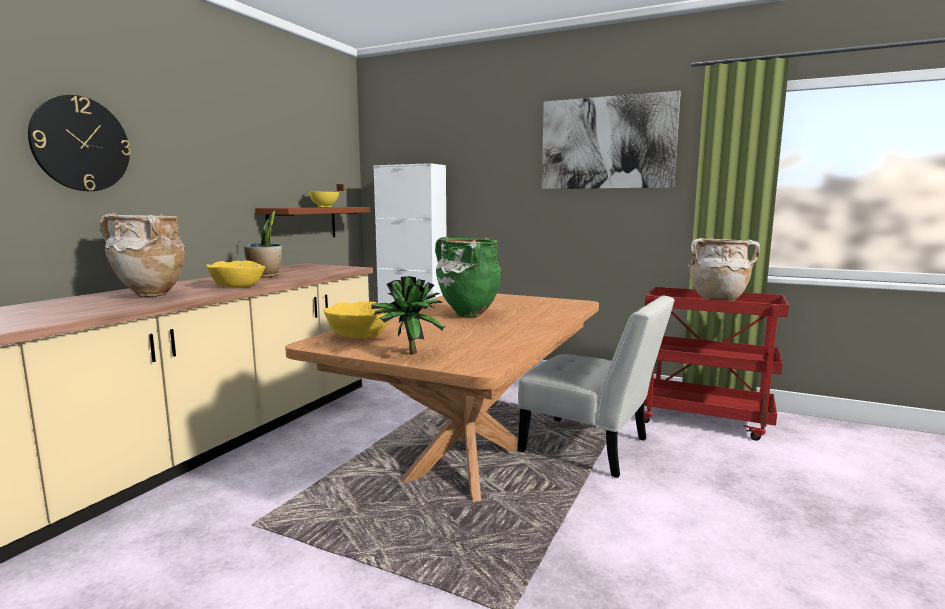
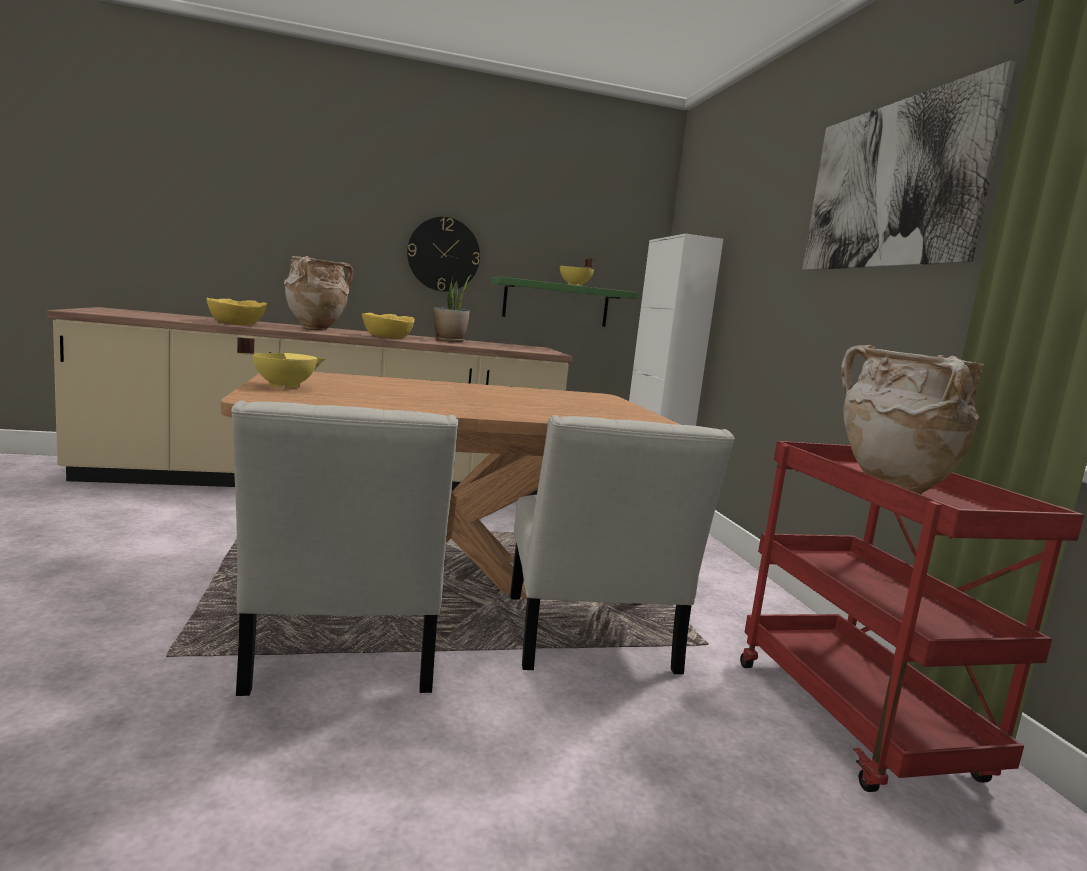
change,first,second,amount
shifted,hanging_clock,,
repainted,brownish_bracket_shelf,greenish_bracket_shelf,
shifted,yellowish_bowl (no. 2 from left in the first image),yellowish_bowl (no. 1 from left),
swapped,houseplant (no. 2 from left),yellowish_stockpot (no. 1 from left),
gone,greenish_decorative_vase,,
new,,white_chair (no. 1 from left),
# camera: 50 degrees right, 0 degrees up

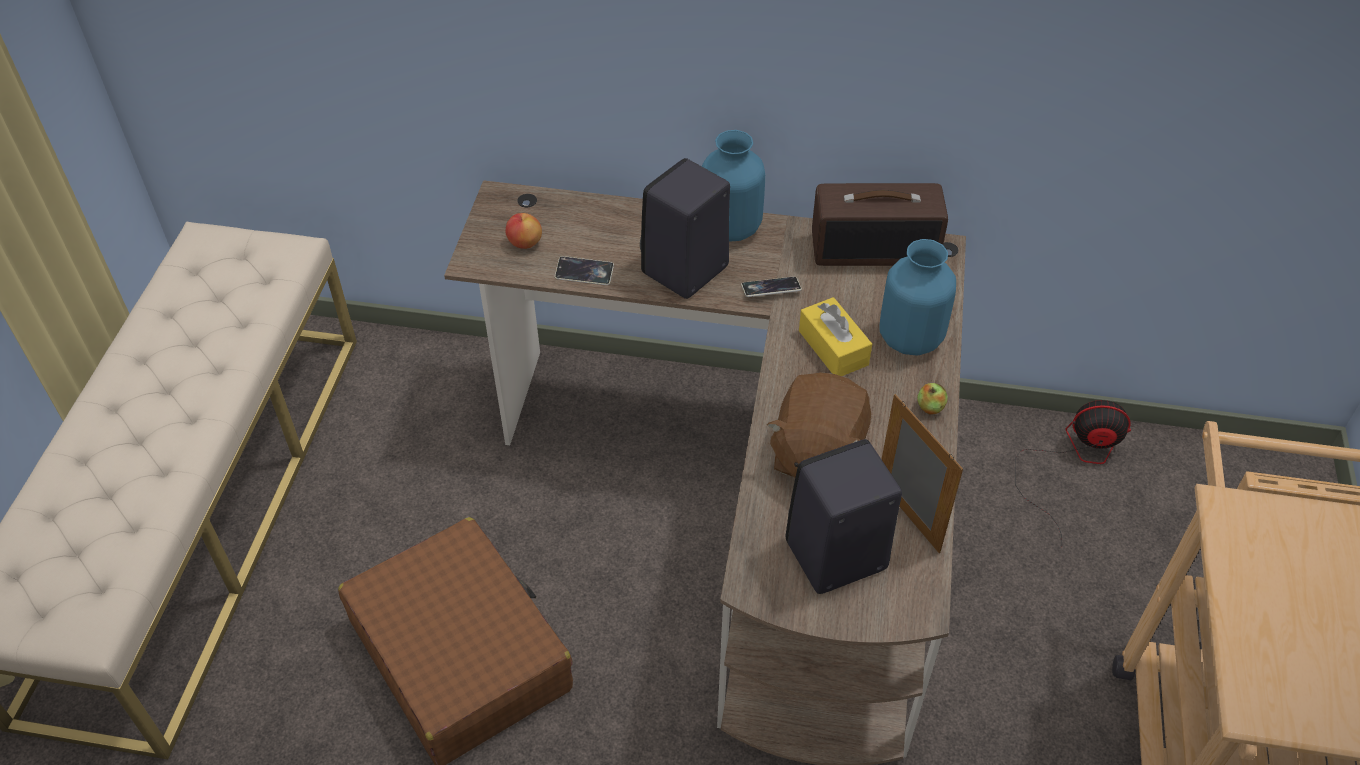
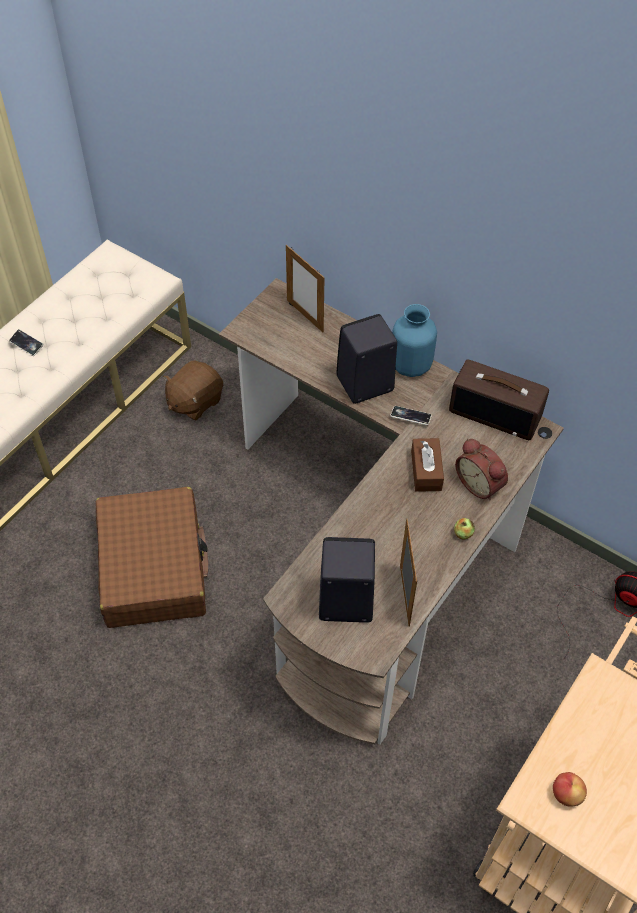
change,first,second,amount
shifted,apple (no. 1 from left in the first image),apple (no. 2 from left),
shifted,phone (no. 1 from left),,
shifted,brownish_soft_toy,,
repainted,yellowish_tissue_box,brownish_tissue_box,
swapped,blue_decorative_vase (no. 2 from left),alarm_clock,
new,,picture_frame (no. 1 from left),
# camera: 25 degrees right, 5 degrees up

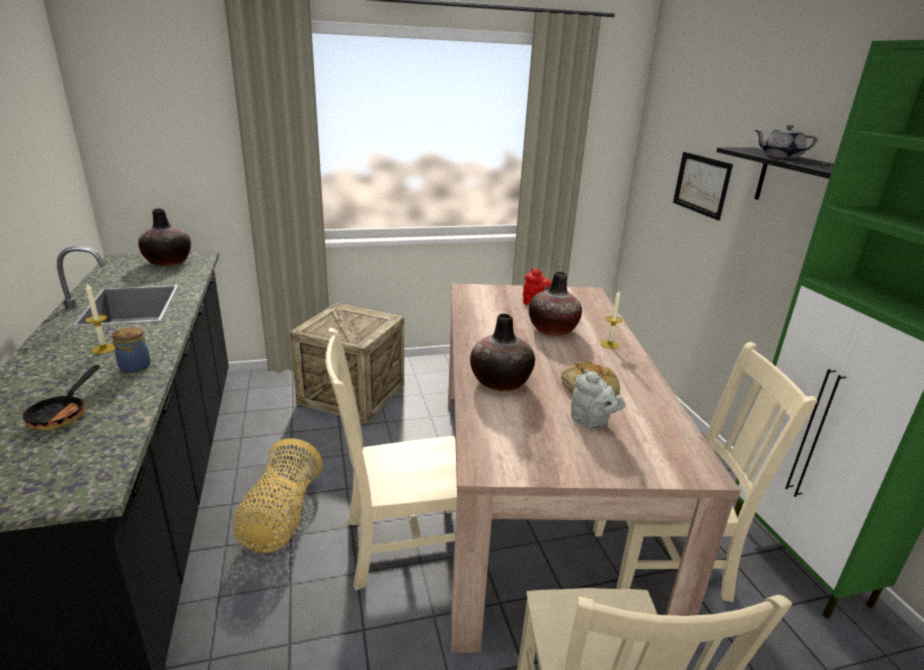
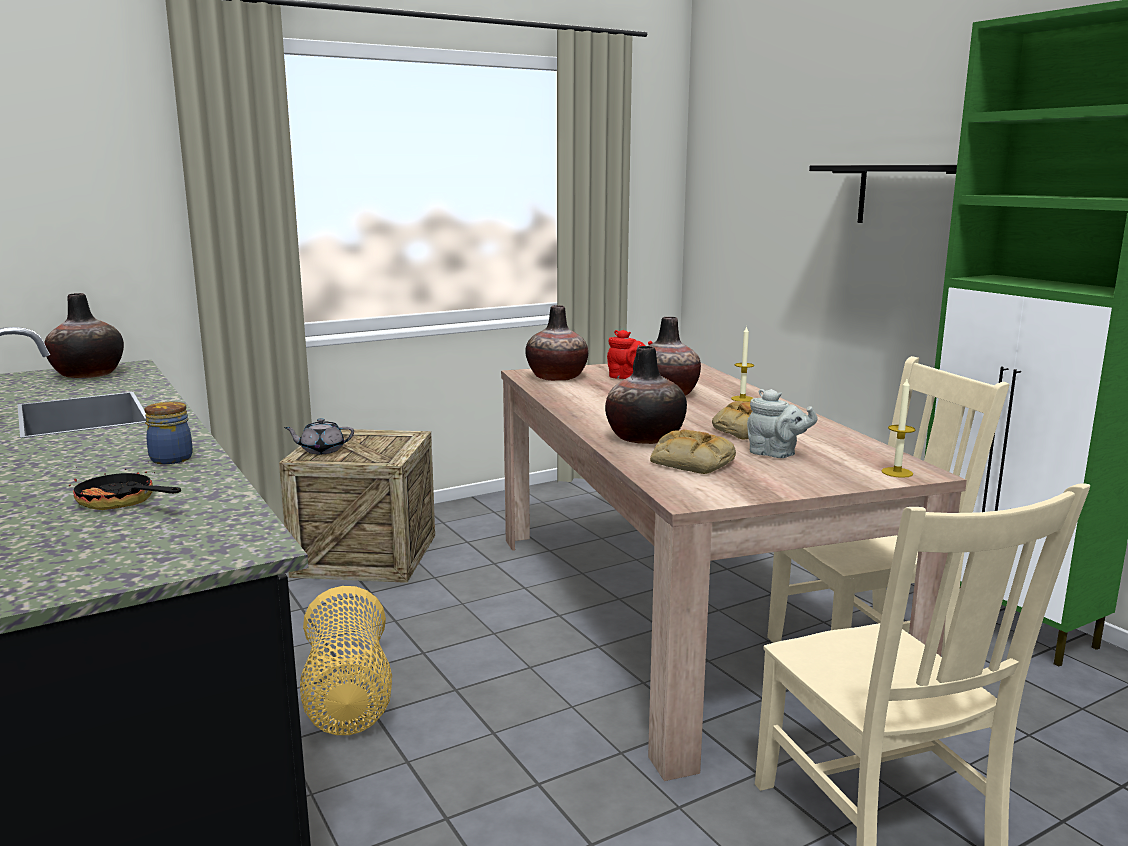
change,first,second,amount
rotated,skillet,,135 degrees clockwise
shifted,candle (no. 1 from left in the first image),candle (no. 2 from left),
gone,sand-coloured_chair (no. 1 from left),,
gone,picture,,
shifted,greyish_tea_pot (no. 2 from left in the first image),greyish_tea_pot (no. 1 from left),
new,,decorative_vase (no. 2 from left),
new,,bakery_bread (no. 1 from left),
# camera: 15 degrees left, 10 degrees down

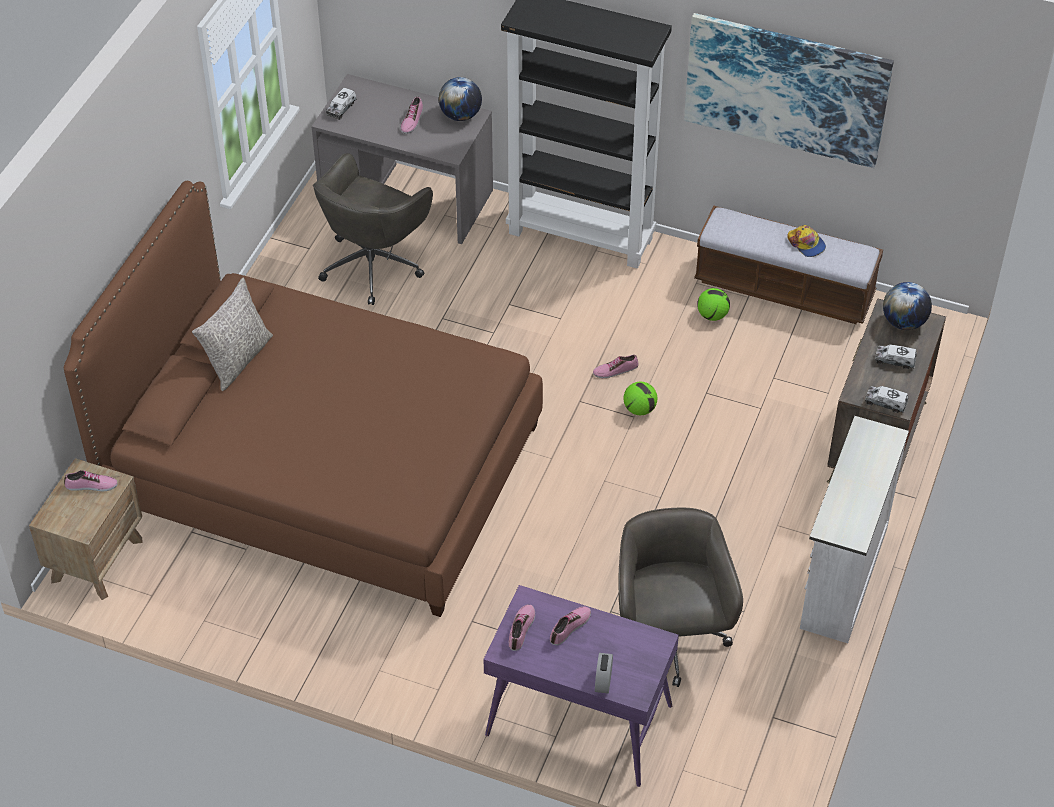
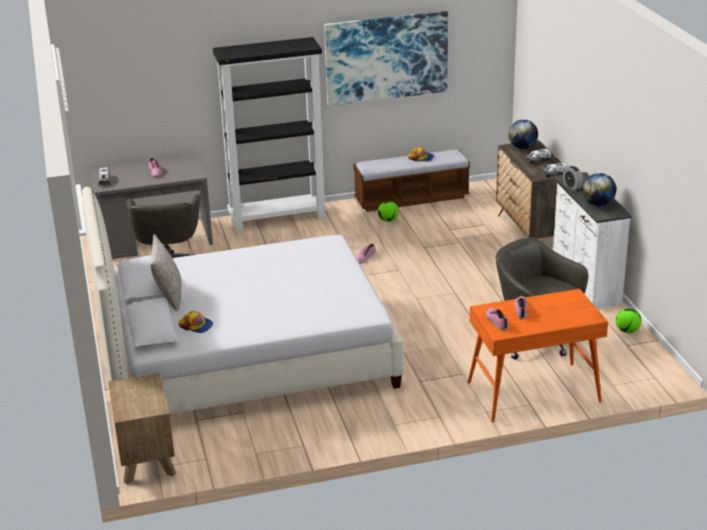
change,first,second,amount
repainted,brownish_sleeping_bed,white_sleeping_bed,
gone,low_shoe (no. 1 from left),,
shifted,world_globe (no. 1 from left in the first image),world_globe (no. 2 from left),
repainted,purplish_desk_unit,orange-coloured_desk_unit,
shifted,alarm_clock,,
shifted,ball_for_football (no. 1 from left in the first image),ball_for_football (no. 2 from left),
new,,cap (no. 1 from left),
# camera: 35 degrees left, 20 degrees down

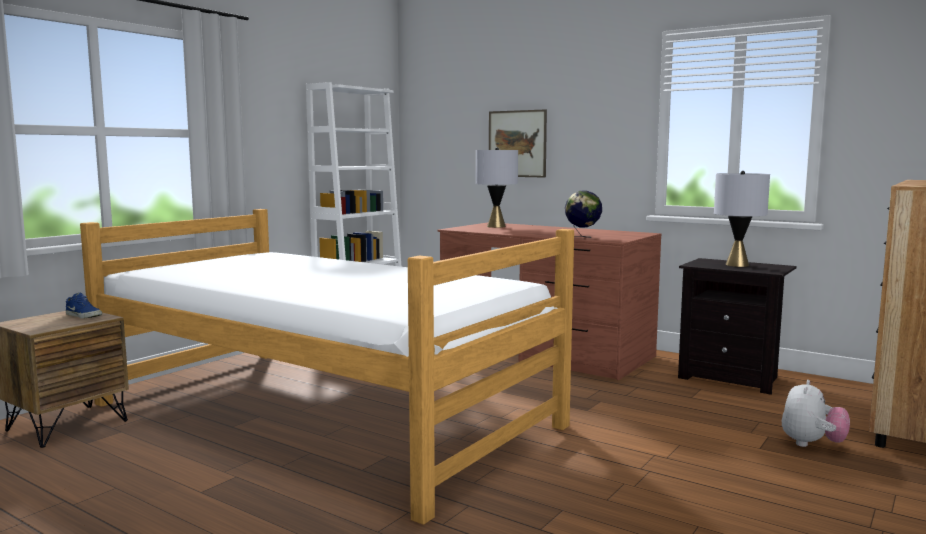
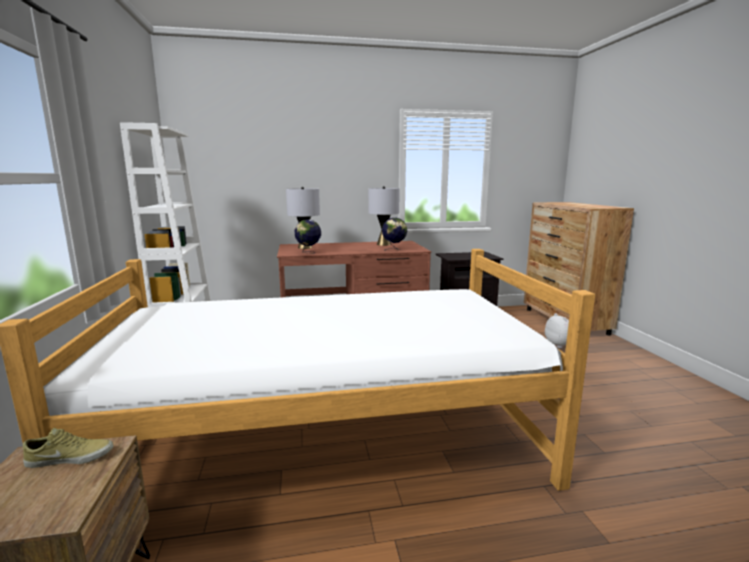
change,first,second,amount
repainted,blue_low_shoe,sand-coloured_low_shoe,
gone,picture,,
shifted,greyish_table_lamp (no. 2 from left),,
new,,world_globe (no. 1 from left),
# camera: 45 degrees left, 5 degrees up

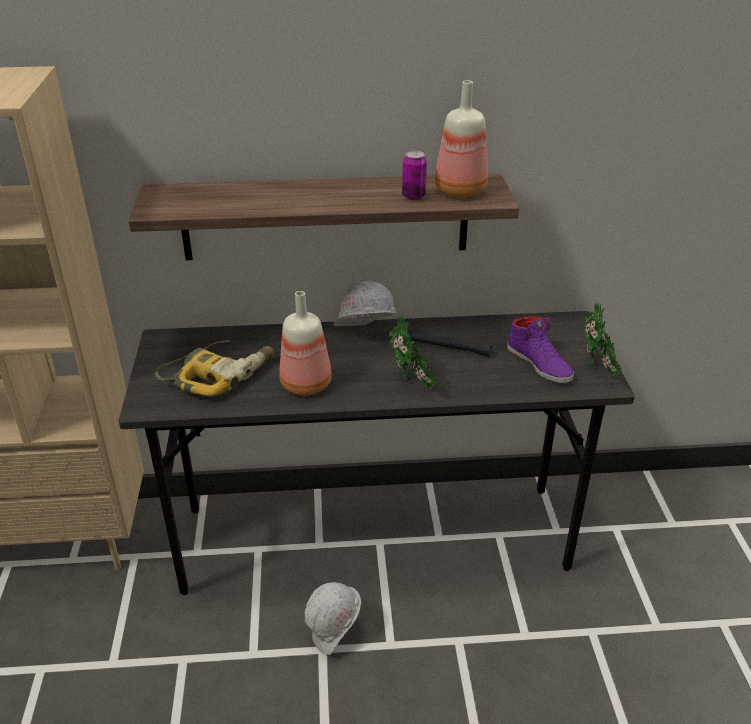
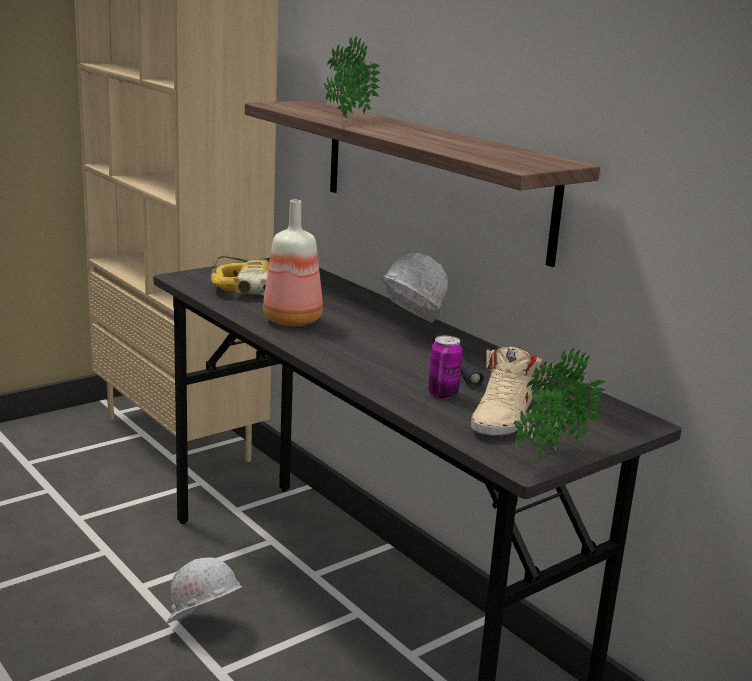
change,first,second,amount
shifted,houseplant (no. 1 from left),,
shifted,metal_can,,
gone,drink_bottle (no. 2 from left),,
repainted,purplish_low_shoe,sand-coloured_low_shoe,
# camera: 55 degrees right, 15 degrees down

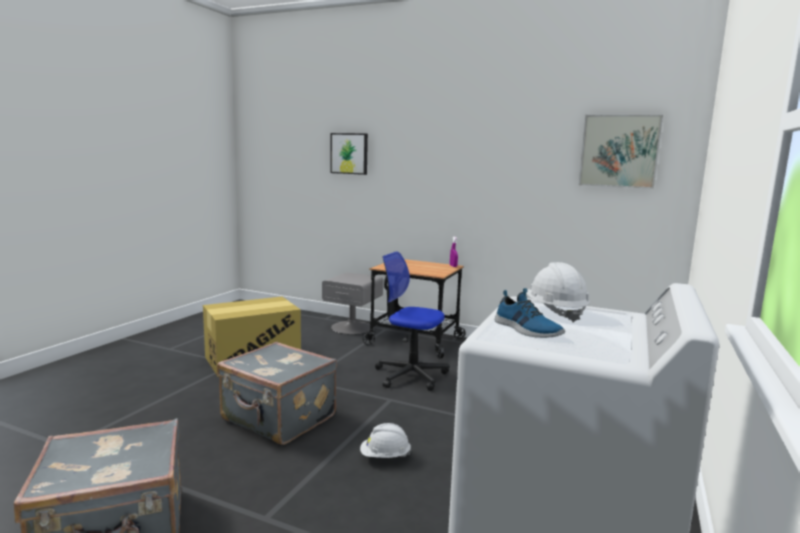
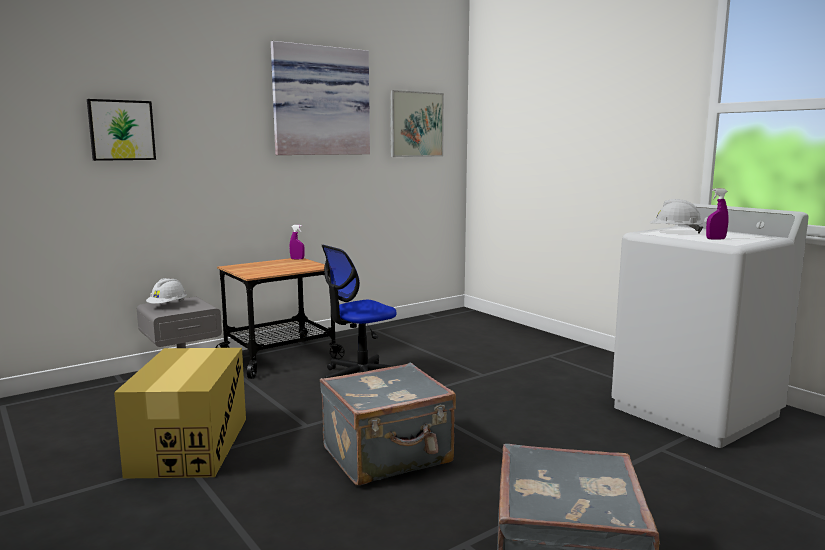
change,first,second,amount
shifted,white_hard_hat (no. 1 from left),,
swapped,low_shoe,purplish_spray_bottle (no. 2 from left),
new,,picture (no. 2 from left),
# camera: 60 degrees left, 0 degrees up

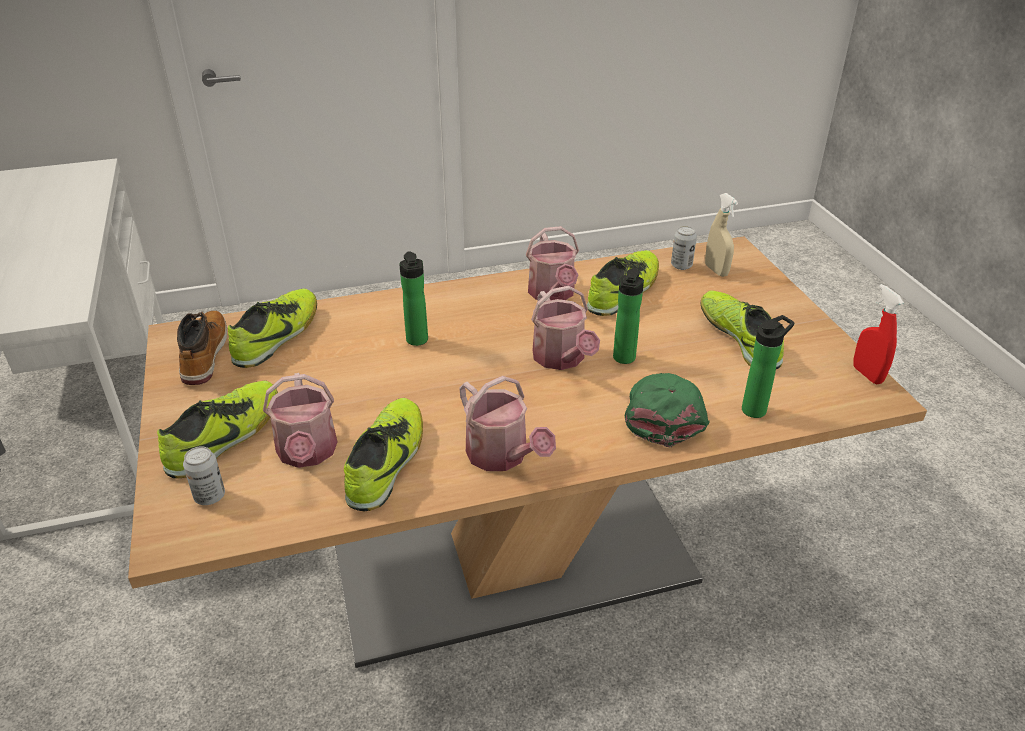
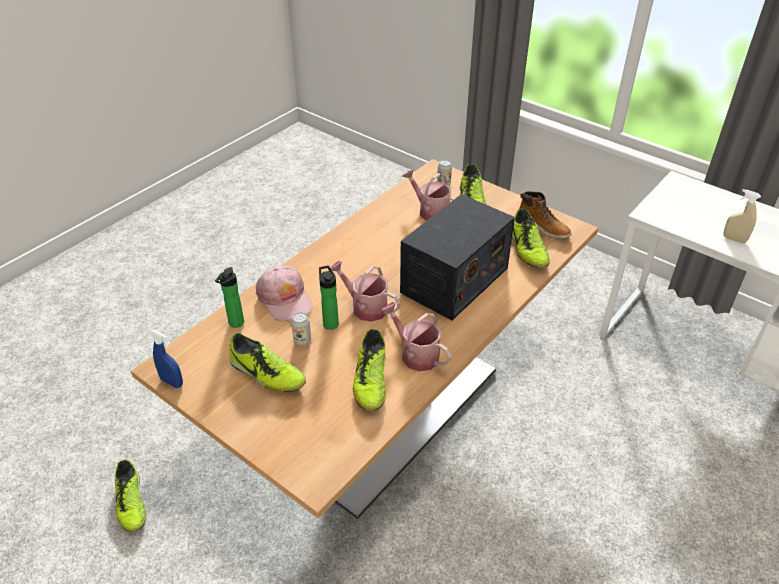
change,first,second,amount
shifted,low_shoe (no. 3 from left in the first image),low_shoe (no. 1 from left),
swapped,drink_bottle (no. 1 from left),radio_set,
gone,sprinkling_can (no. 2 from left),,
repainted,greenish_cap,pink_cap,
shifted,metal_can (no. 2 from left in the first image),metal_can (no. 1 from left),
shifted,sand-coloured_spray_bottle,,
repainted,reddish_spray_bottle,blue_spray_bottle,
# camera: 145 degrees right, 5 degrees up

